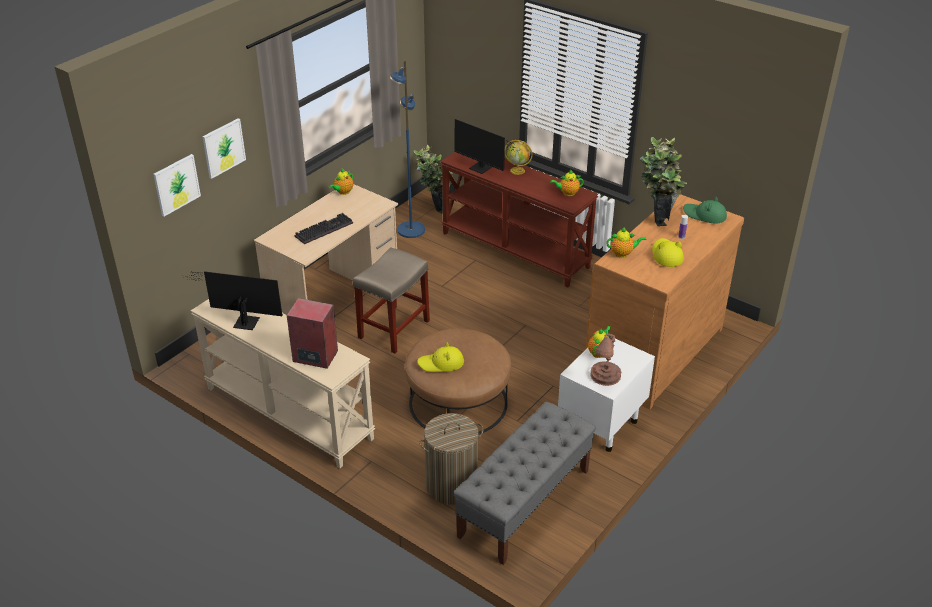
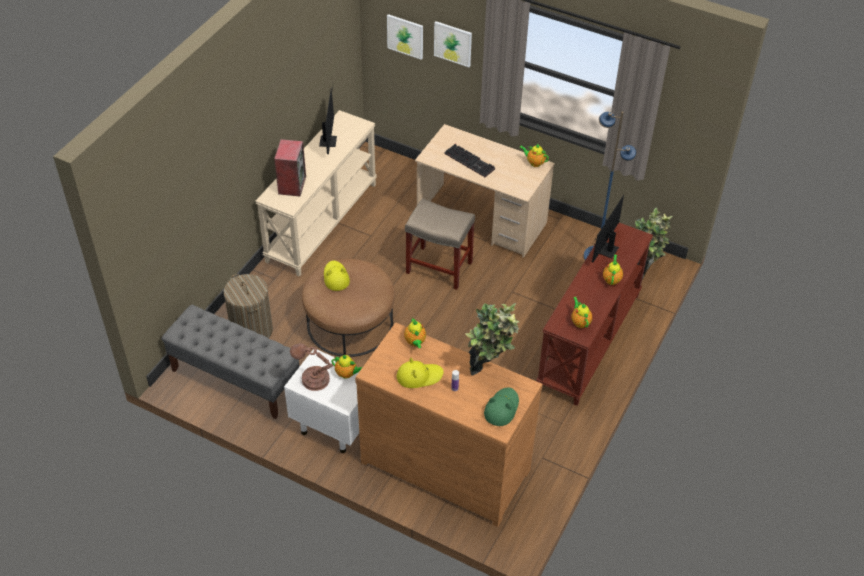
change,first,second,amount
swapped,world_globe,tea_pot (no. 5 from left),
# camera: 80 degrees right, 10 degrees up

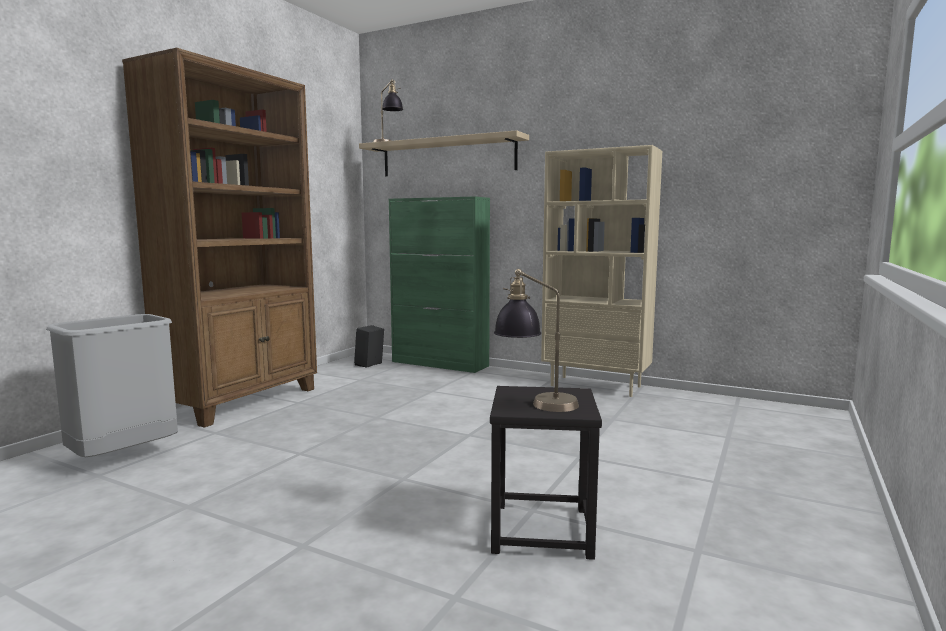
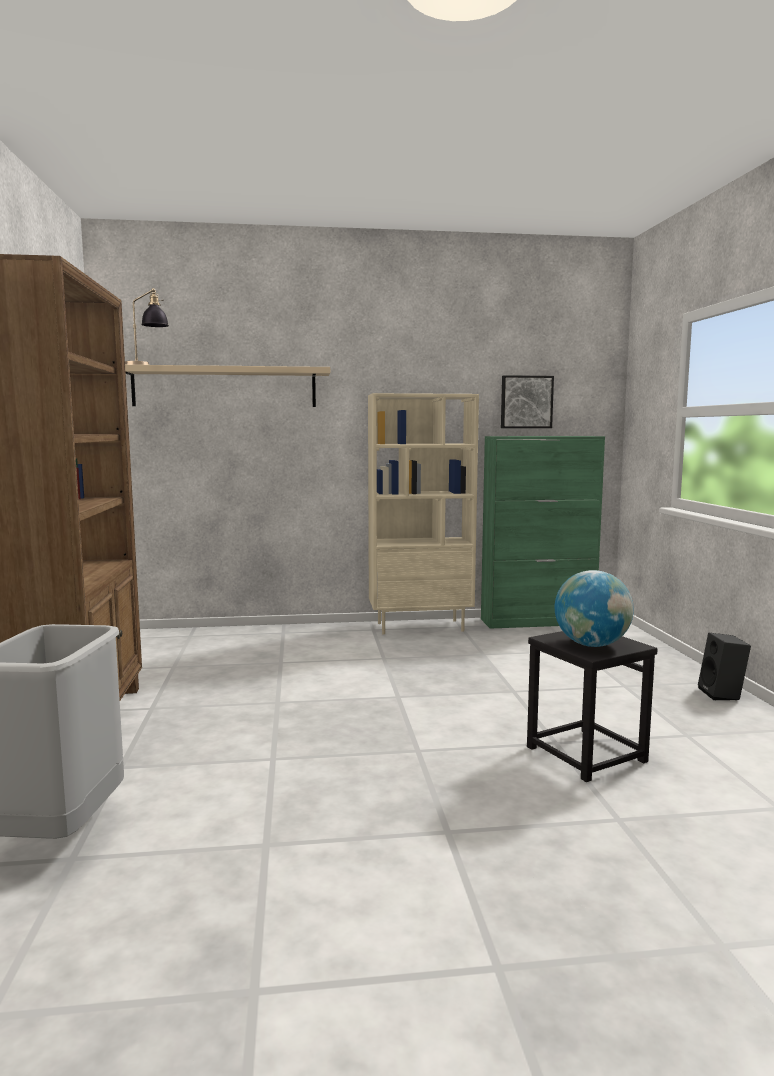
change,first,second,amount
shifted,black-coloured_speaker,,
shifted,greenish_cupboard,,
swapped,table_lamp (no. 2 from left),world_globe,
new,,picture,
# camera: 35 degrees left, 0 degrees up

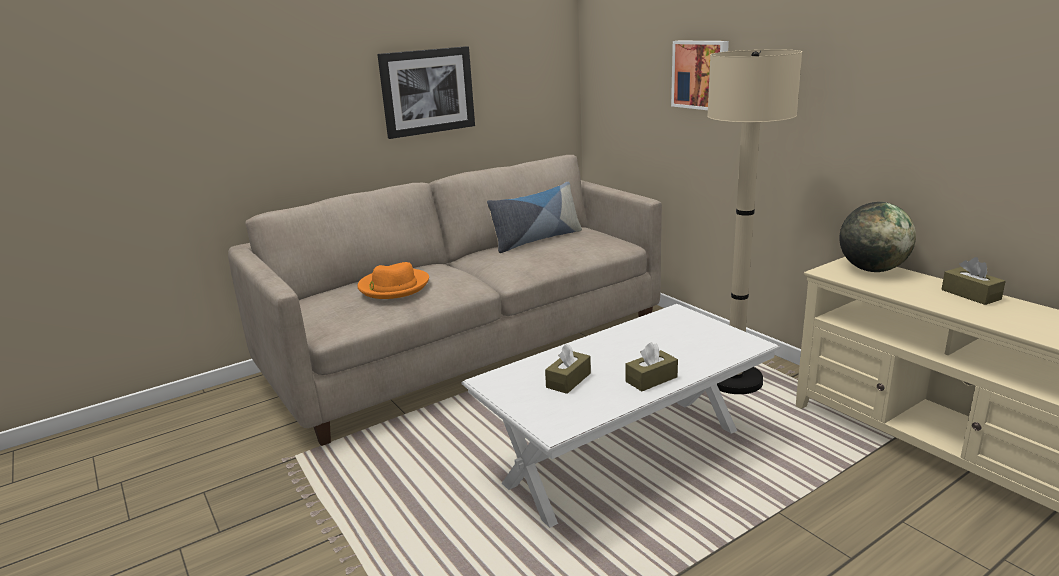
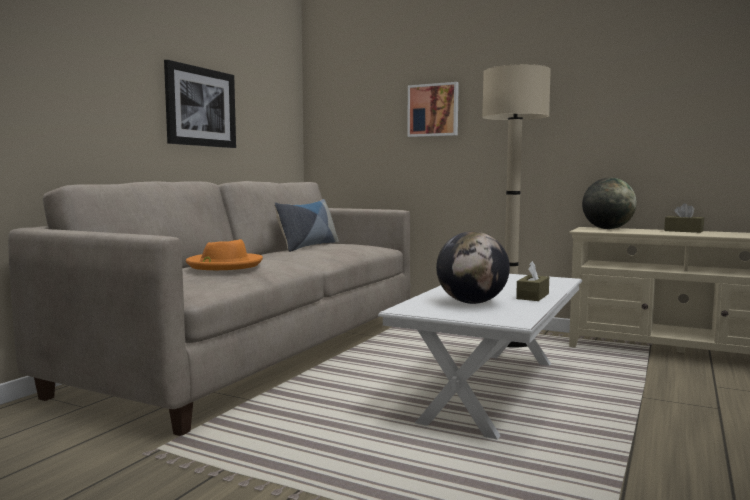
change,first,second,amount
swapped,brownish_tissue_box (no. 1 from left),world_globe (no. 1 from left),
# camera: 30 degrees left, 15 degrees down

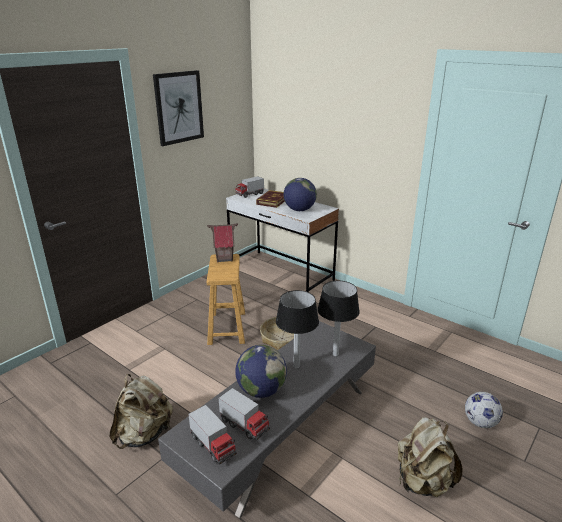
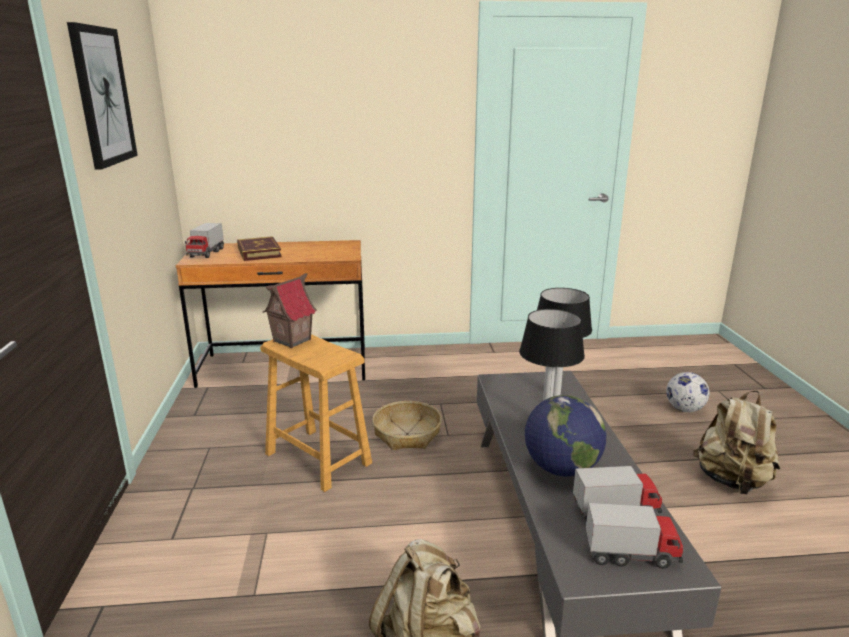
change,first,second,amount
repainted,white_desk_unit,brownish_desk_unit,
gone,world_globe (no. 2 from left),,
# camera: 45 degrees left, 5 degrees down

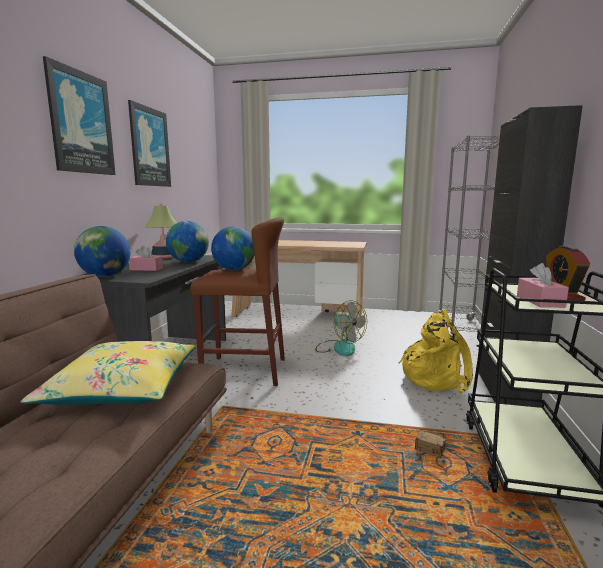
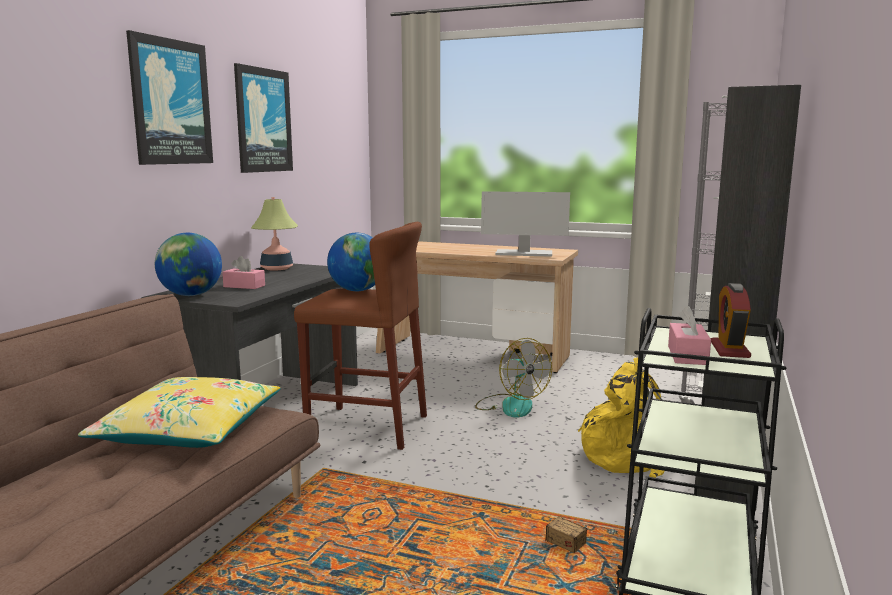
change,first,second,amount
gone,world_globe (no. 2 from left),,
new,,computer_screen,
# camera: 10 degrees right, 0 degrees up

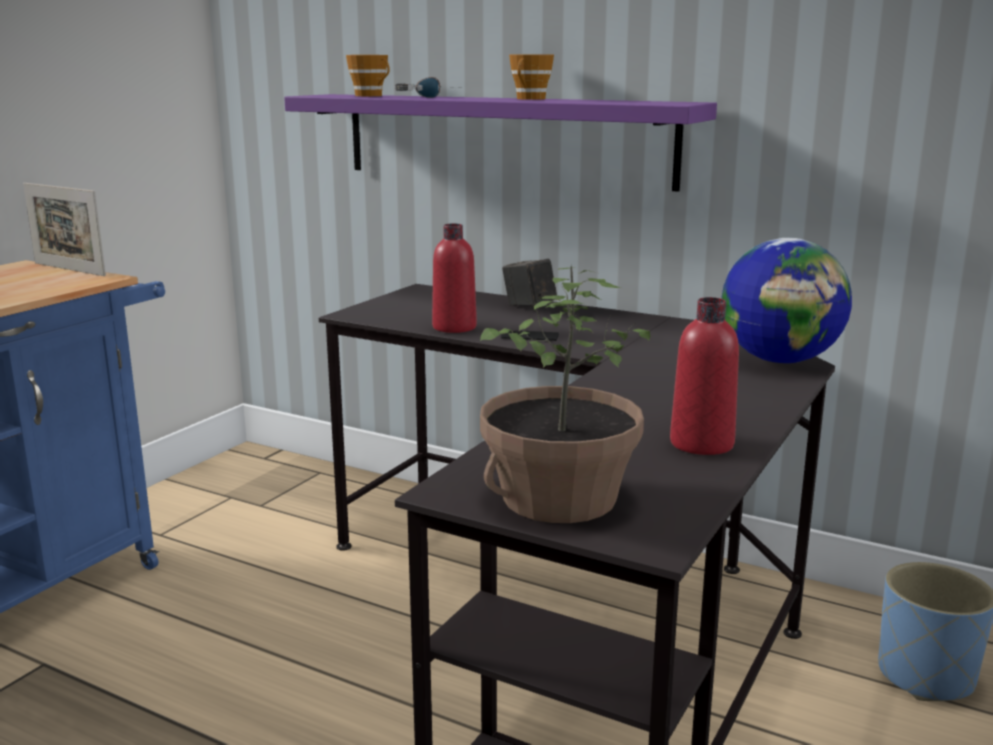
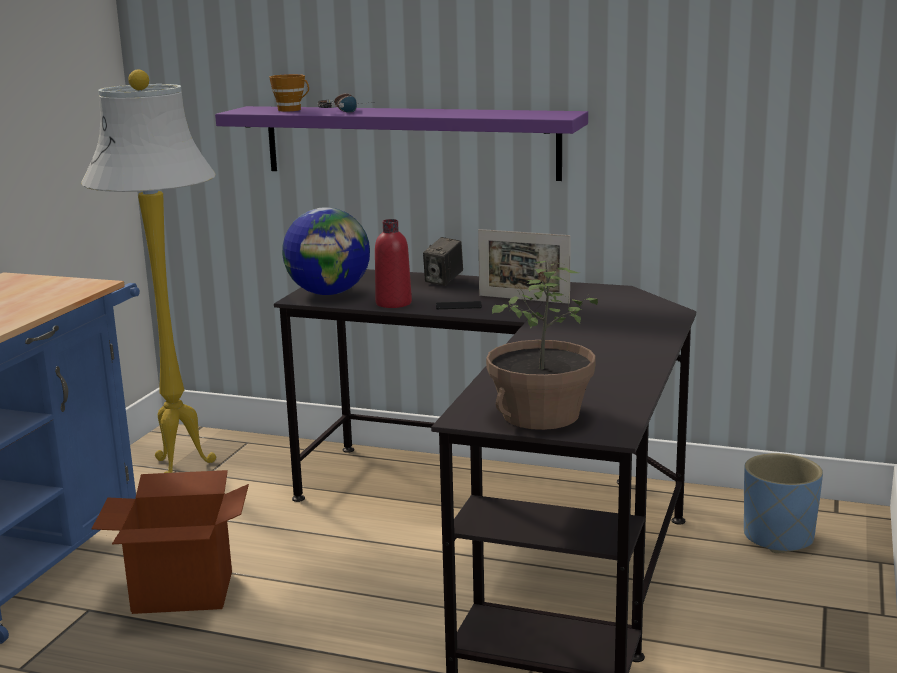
change,first,second,amount
shifted,picture_frame,,
rotated,photo_camera,,105 degrees counterclockwise
gone,small_cup (no. 2 from left),,
gone,reddish_drink_bottle (no. 2 from left),,
shifted,world_globe,,
new,,white_floor_lamp,
new,,cardboard_box,
# camera: 10 degrees left, 0 degrees up

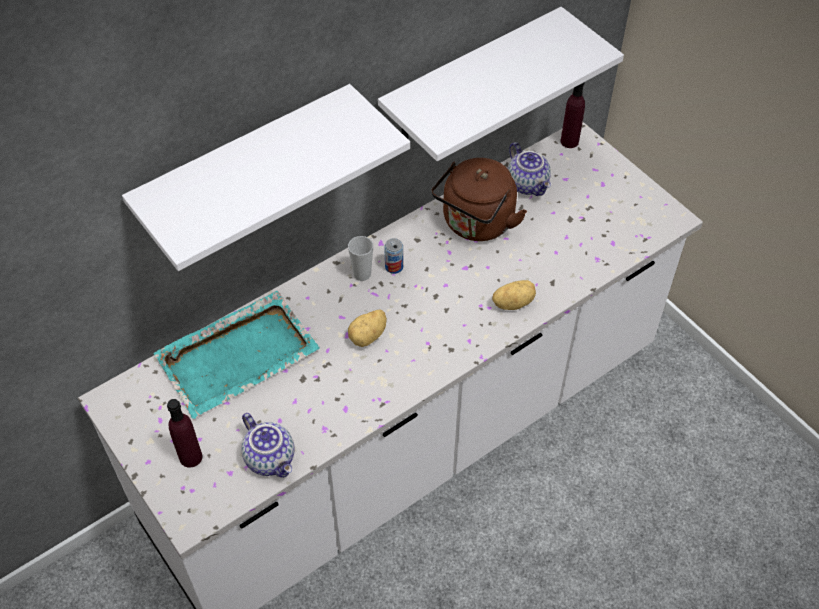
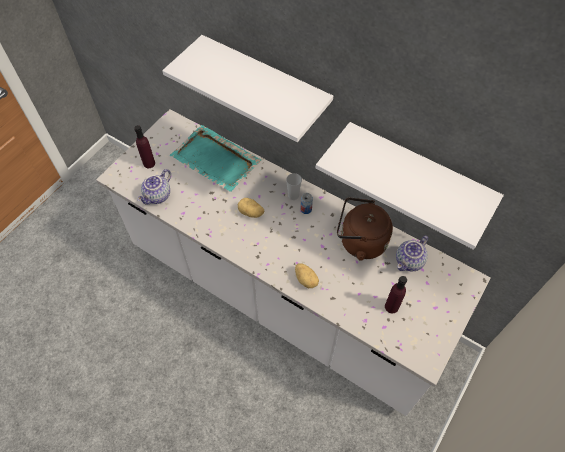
change,first,second,amount
shifted,purplish_drink_bottle (no. 2 from left),,
# camera: 70 degrees right, 5 degrees up

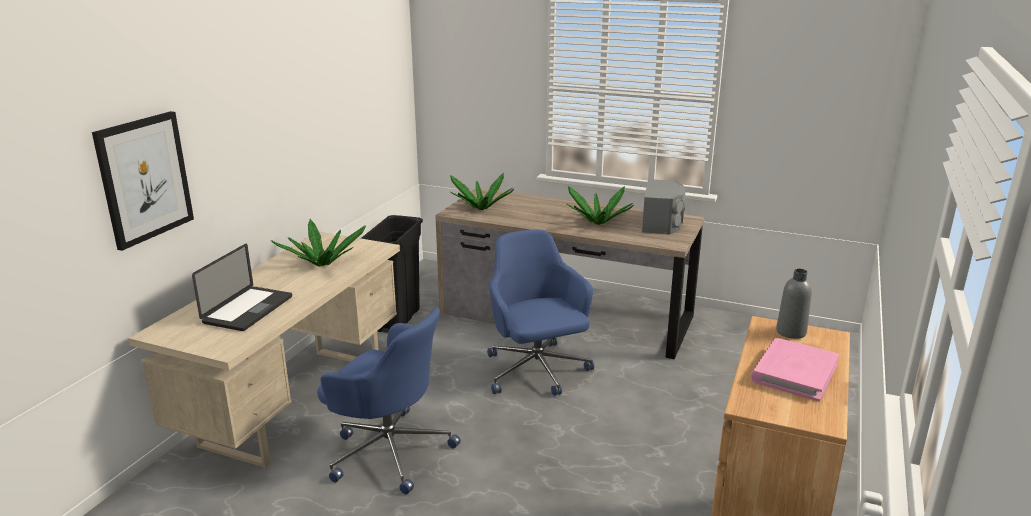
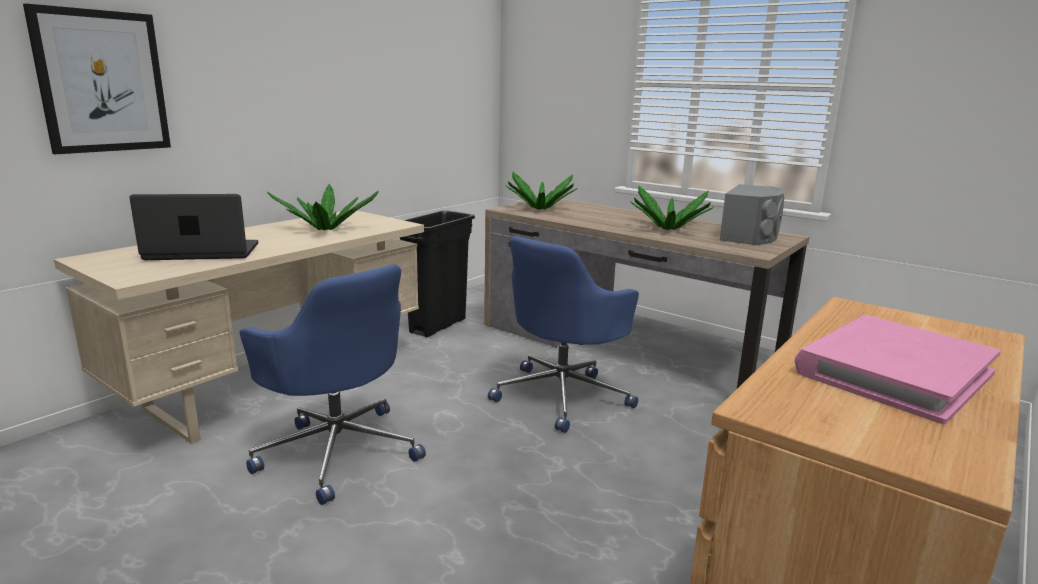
change,first,second,amount
rotated,laptop,,135 degrees counterclockwise
rotated,blue_computer_chair (no. 2 from left),,135 degrees counterclockwise
gone,greyish_drink_bottle,,
# camera: 15 degrees right, 5 degrees down

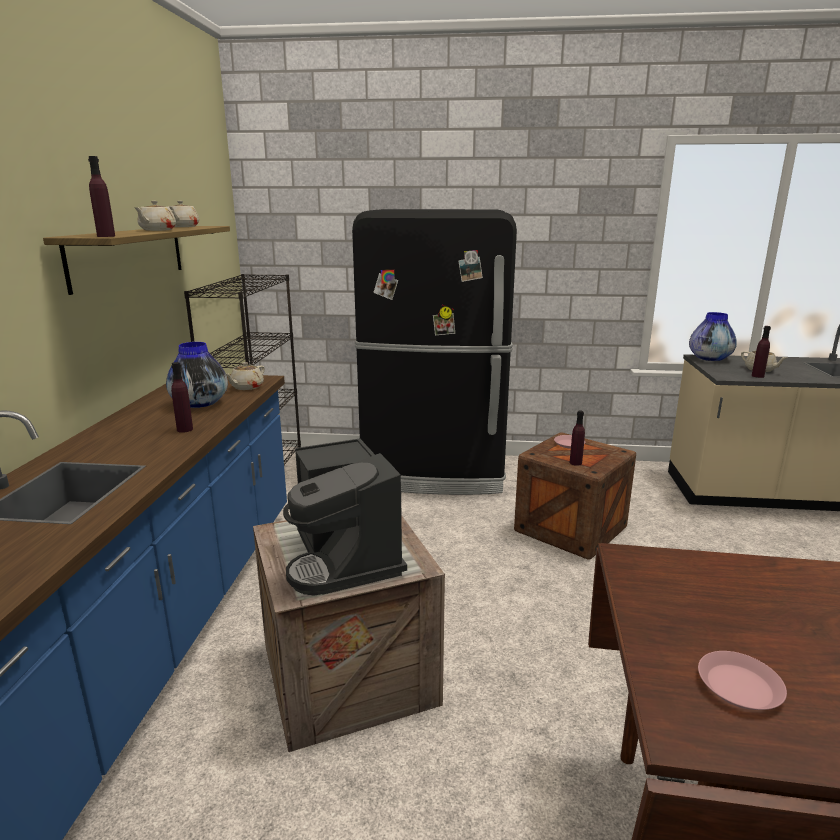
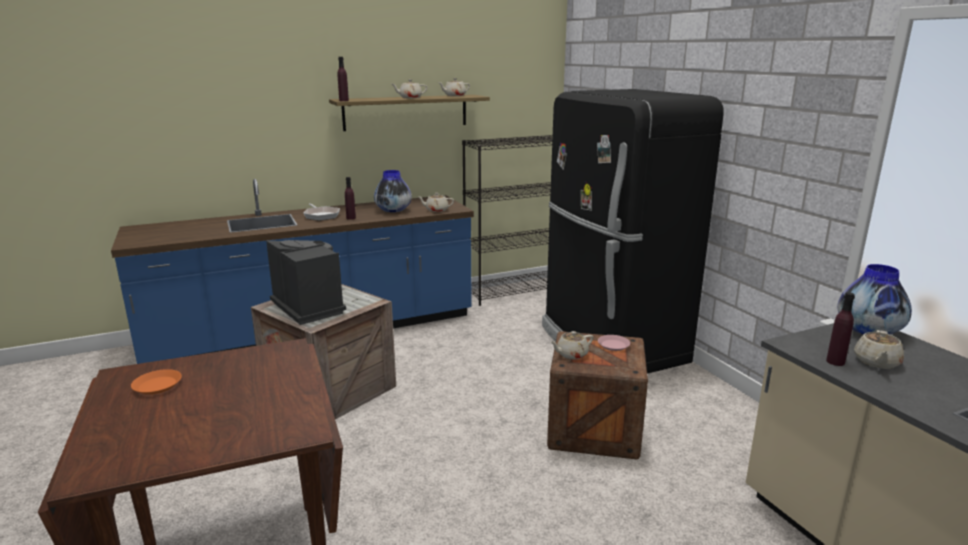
change,first,second,amount
rotated,coffee_machine,,105 degrees clockwise
swapped,purplish_drink_bottle (no. 3 from left),sand-coloured_tea_pot (no. 4 from left),
repainted,pink_dinner_plate (no. 2 from left),orange-coloured_dinner_plate,
new,,skillet,
# camera: 60 degrees right, 0 degrees up

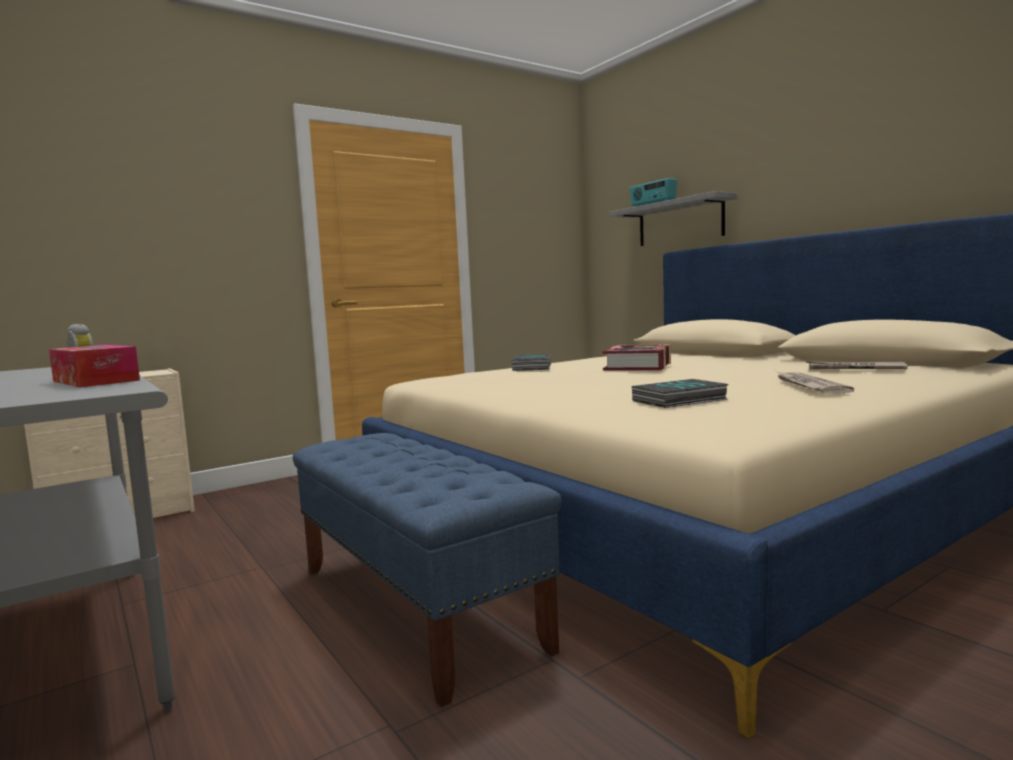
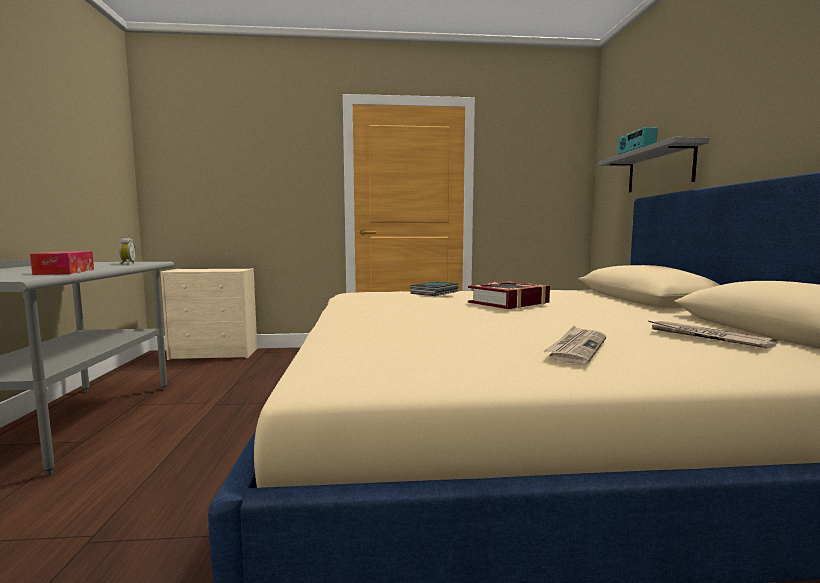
change,first,second,amount
gone,blue_long_seat,,
gone,bound_book (no. 3 from left),,
# camera: 30 degrees right, 0 degrees up

